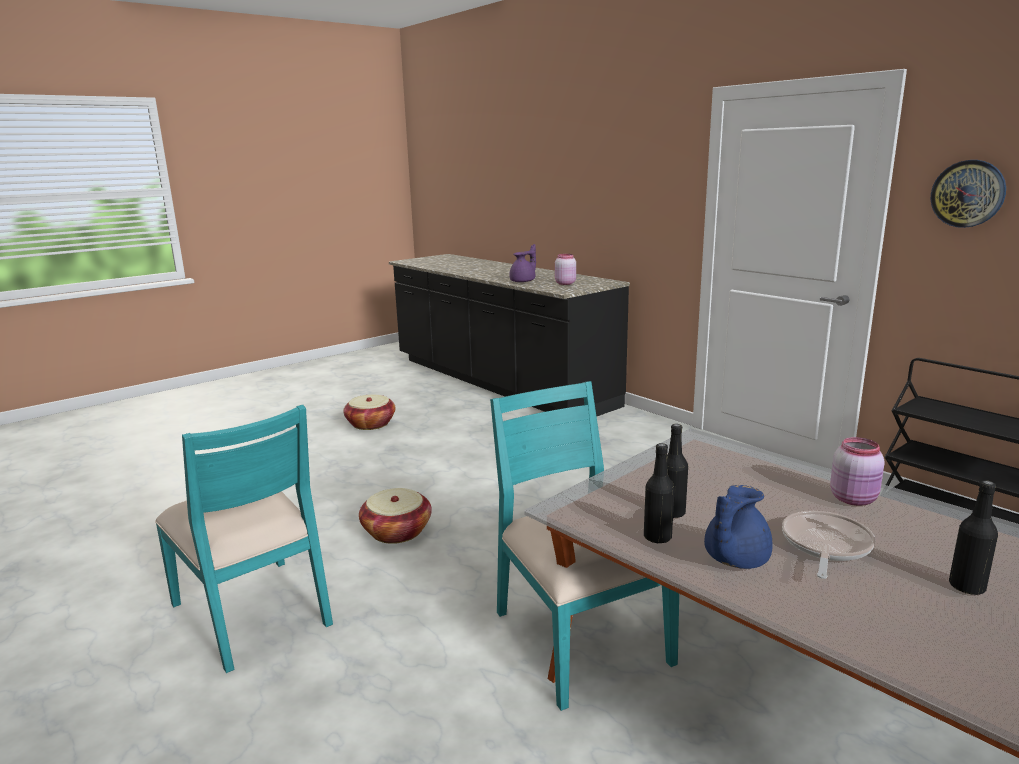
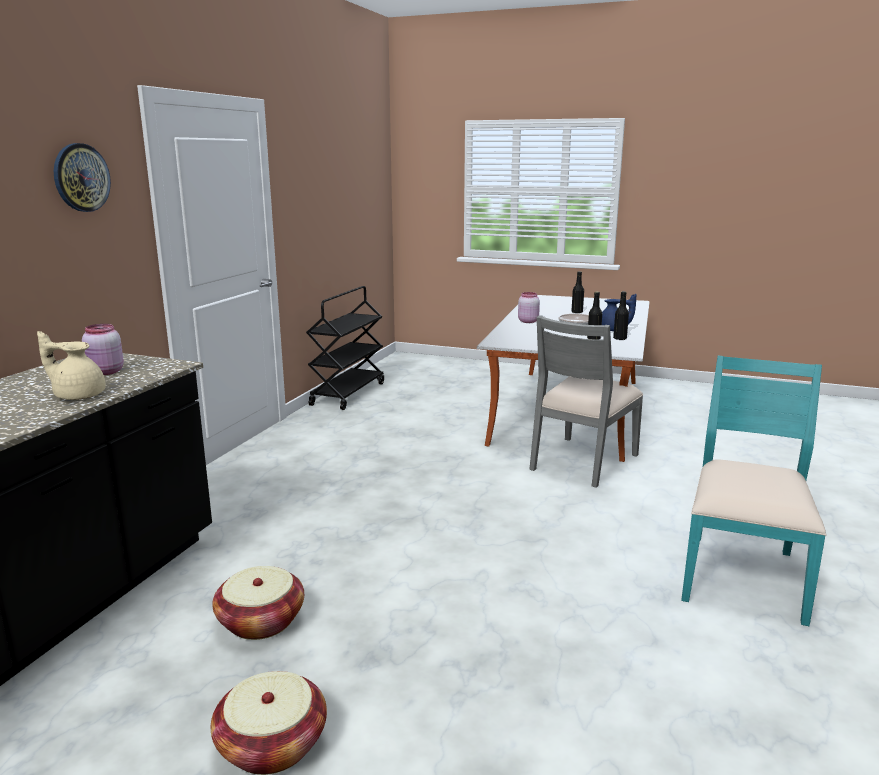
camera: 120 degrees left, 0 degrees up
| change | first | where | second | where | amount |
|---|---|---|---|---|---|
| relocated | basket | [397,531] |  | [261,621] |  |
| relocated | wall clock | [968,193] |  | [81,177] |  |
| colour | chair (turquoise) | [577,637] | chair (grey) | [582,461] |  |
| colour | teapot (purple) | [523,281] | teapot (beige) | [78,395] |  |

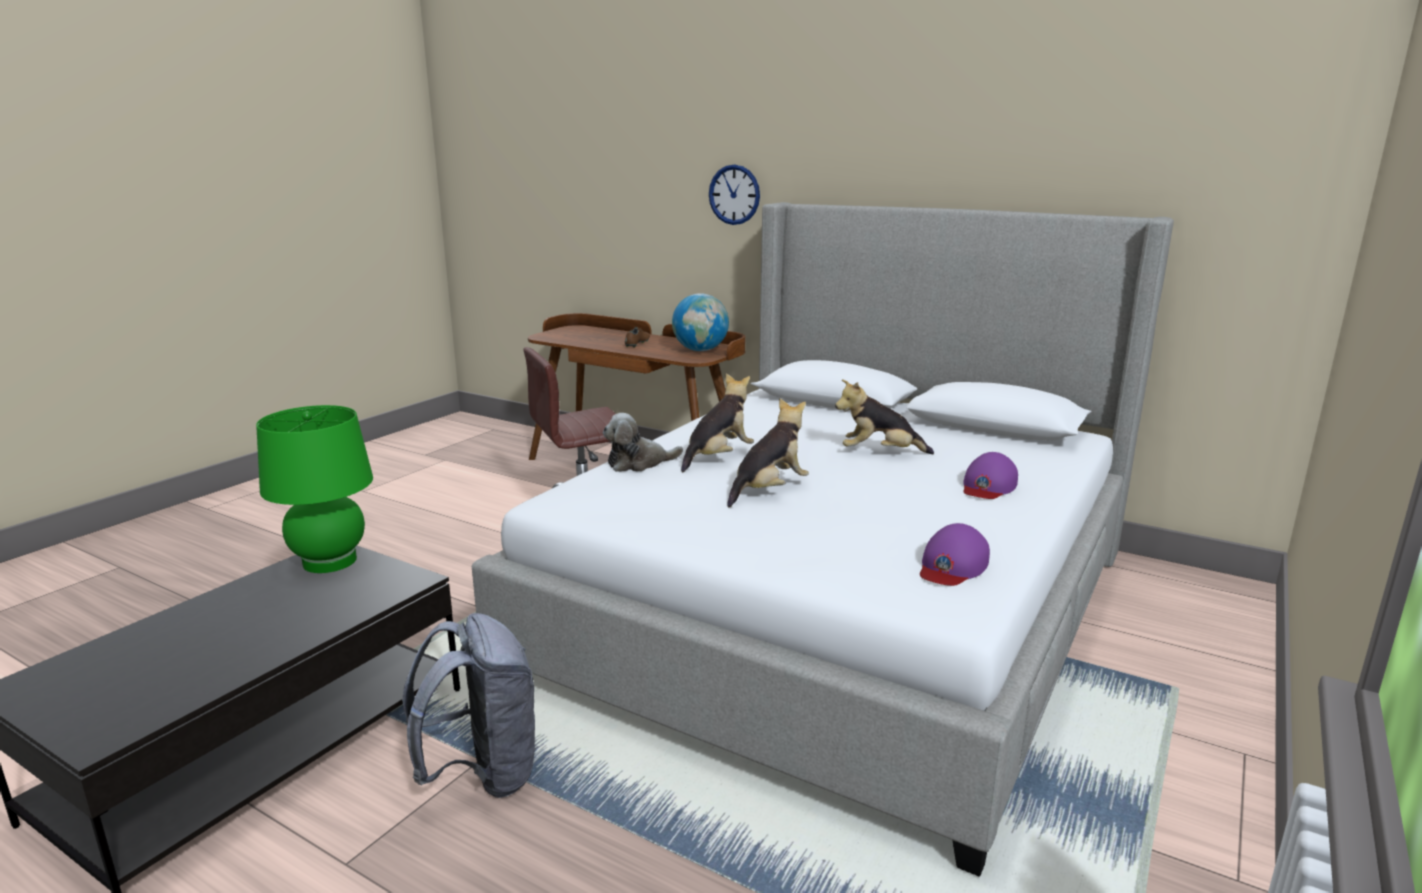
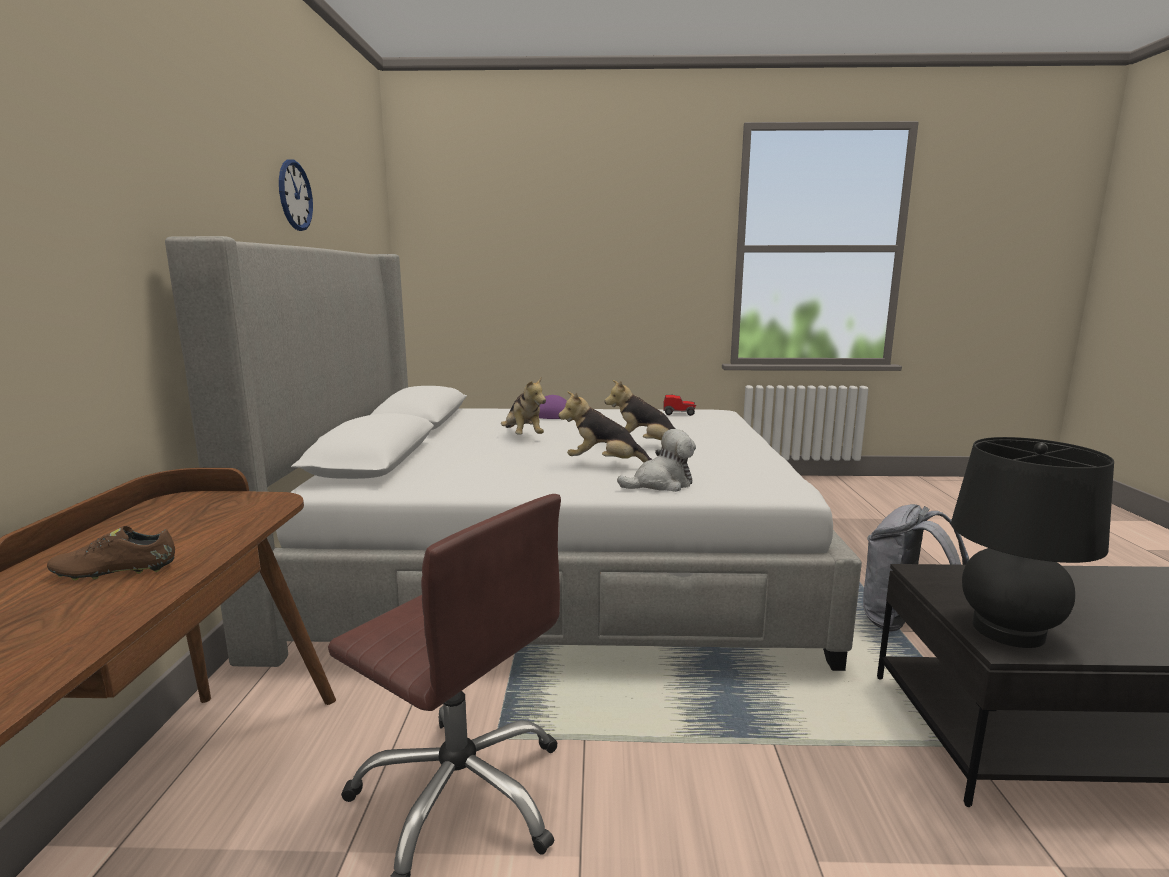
camera: 120 degrees left, 5 degrees down
| change | first | where | second | where | amount |
|---|---|---|---|---|---|
| missing | globe | [700,350] |  |  |  |
| relocated | wall clock | [734,195] |  | [295,195] |  |
| exchanged | cap (purple) | [952,565] | toy car | [679,413] |  |
| colour | table lamp (green) | [330,561] | table lamp (black) | [1008,630] |  |
| spun | plush toy | [638,463] |  | [661,484] | 60 degrees counterclockwise |

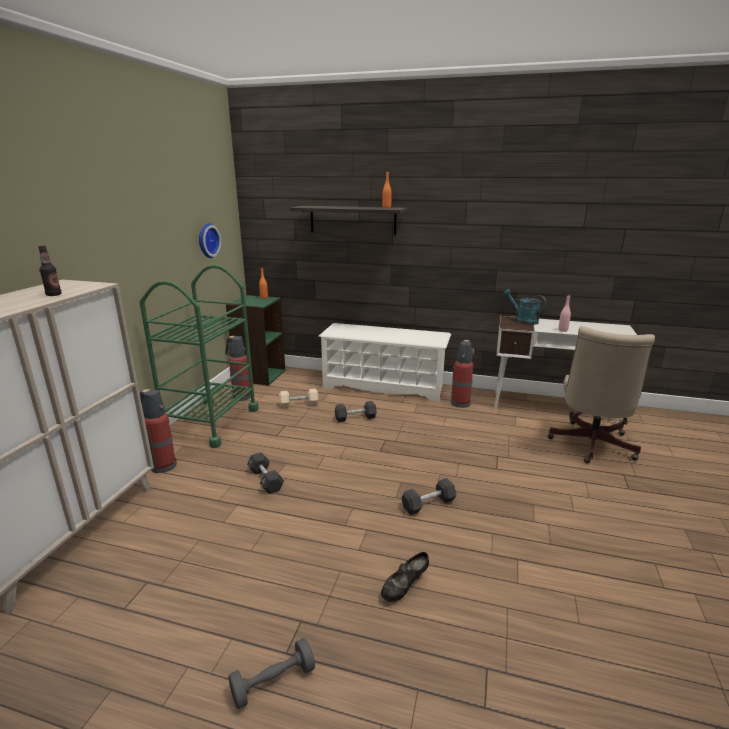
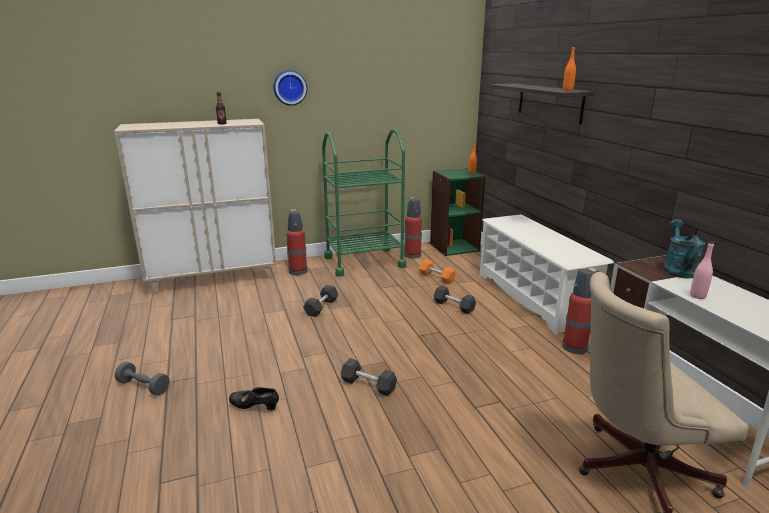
camera: 55 degrees right, 0 degrees up
| change | first | where | second | where | amount |
|---|---|---|---|---|---|
| relocated | wall clock | [207,240] |  | [290,87] |  |
| colour | dumbbell (beige) | [299,404] | dumbbell (orange) | [436,277] |  |

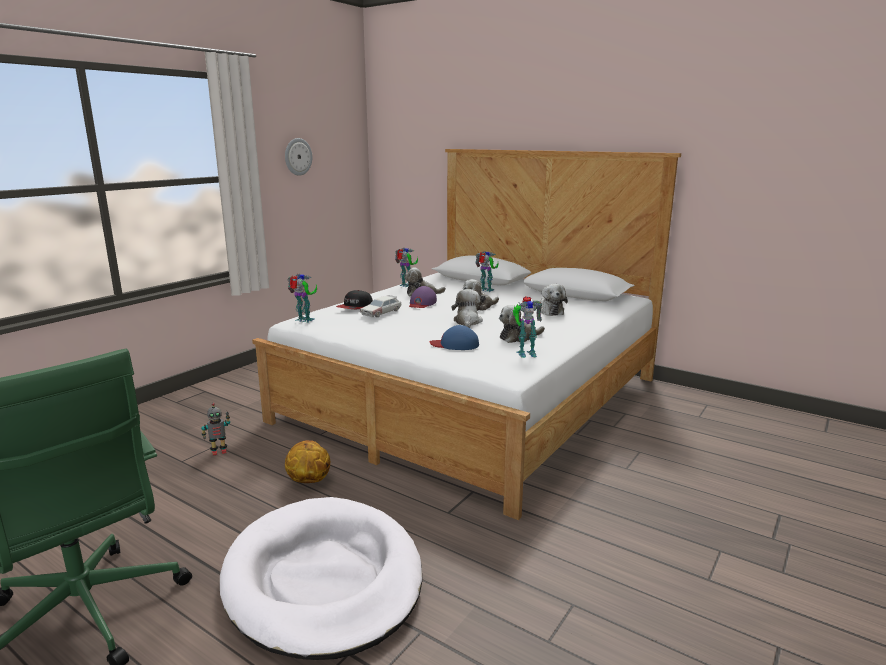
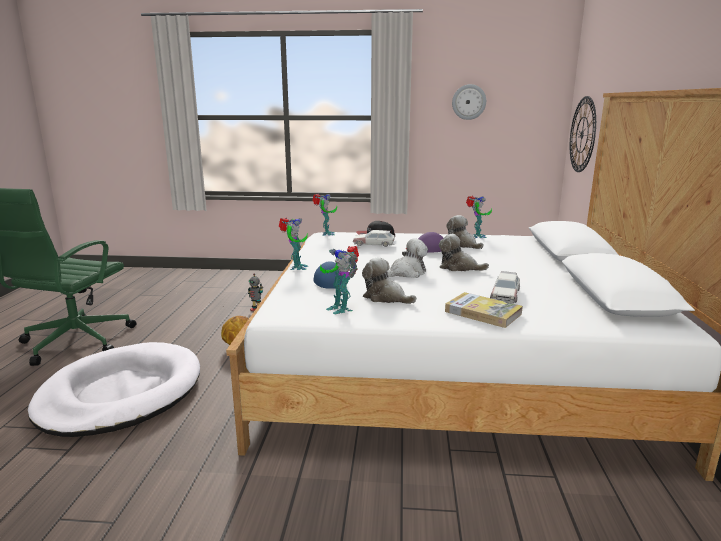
camera: 60 degrees right, 0 degrees up
| change | first | where | second | where | amount |
|---|---|---|---|---|---|
| appeared |  |  | book | [483,313] |  |
| appeared |  |  | wall clock | [582,134] |  |
| relocated | toy robot | [486,290] |  | [296,267] |  |
| exchanged | plush toy | [549,311] | toy car | [505,294] |  |

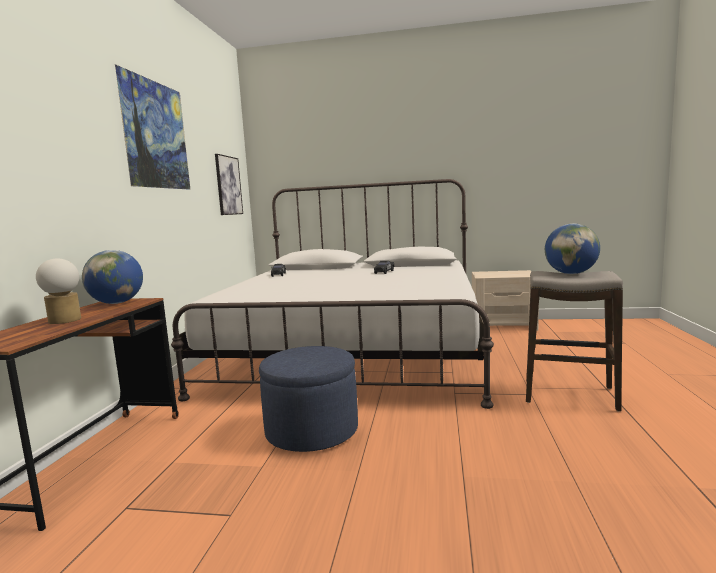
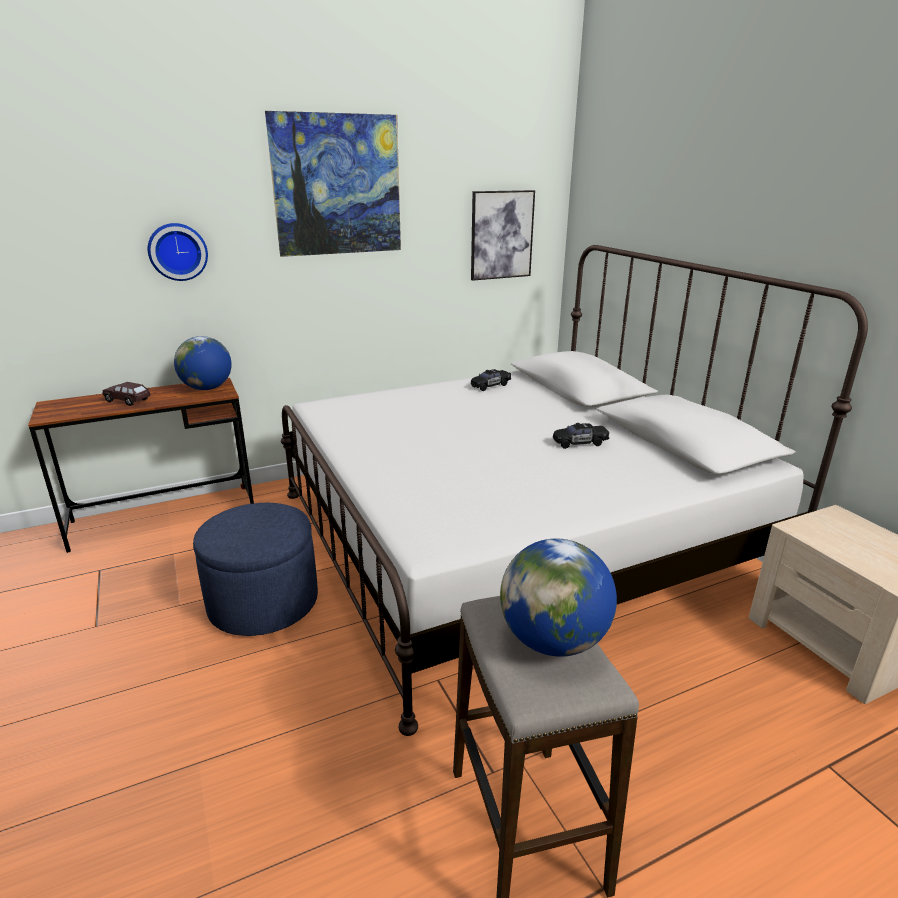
camera: 55 degrees right, 15 degrees up
| change | first | where | second | where | amount |
|---|---|---|---|---|---|
| appeared |  |  | wall clock | [177,251] |  |
| exchanged | table lamp | [64,321] | toy car (brown) | [128,401] |  |

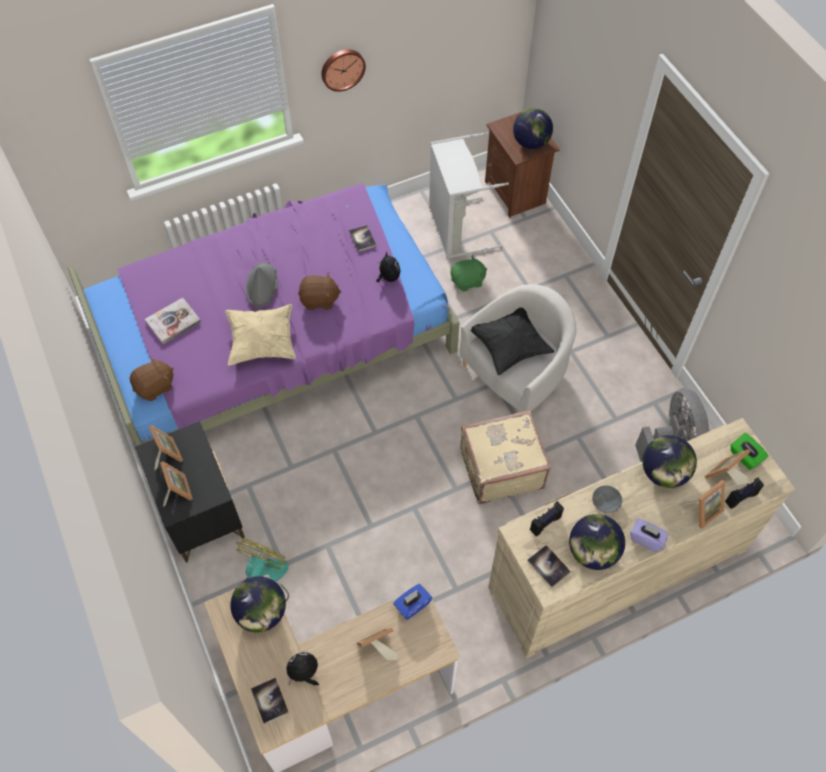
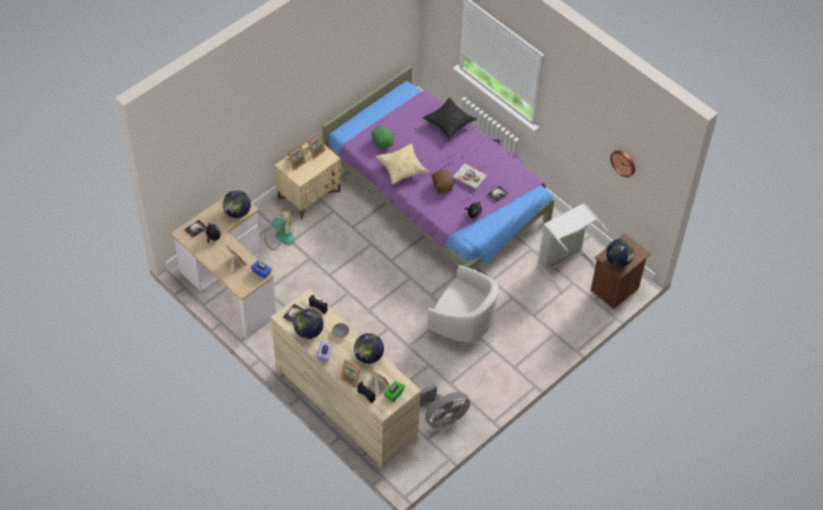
camera: 70 degrees right, 5 degrees down
| change | first | where | second | where | amount |
|---|---|---|---|---|---|
| missing | plush toy (brown) | [155,387] |  |  |  |
| missing | hat (grey) | [262,285] |  |  |  |
| missing | suitcase (beige) | [500,468] |  |  |  |
| relocated | book | [173,321] |  | [469,177] |  |
| relocated | wall clock | [342,69] |  | [623,162] |  |
| relocated | plush toy (green) | [467,281] |  | [382,142] |  |
| relocated | pillow (black) | [509,347] |  | [449,124] |  |
| colour | nightstand (black) | [200,512] | nightstand (beige) | [309,195] |  |

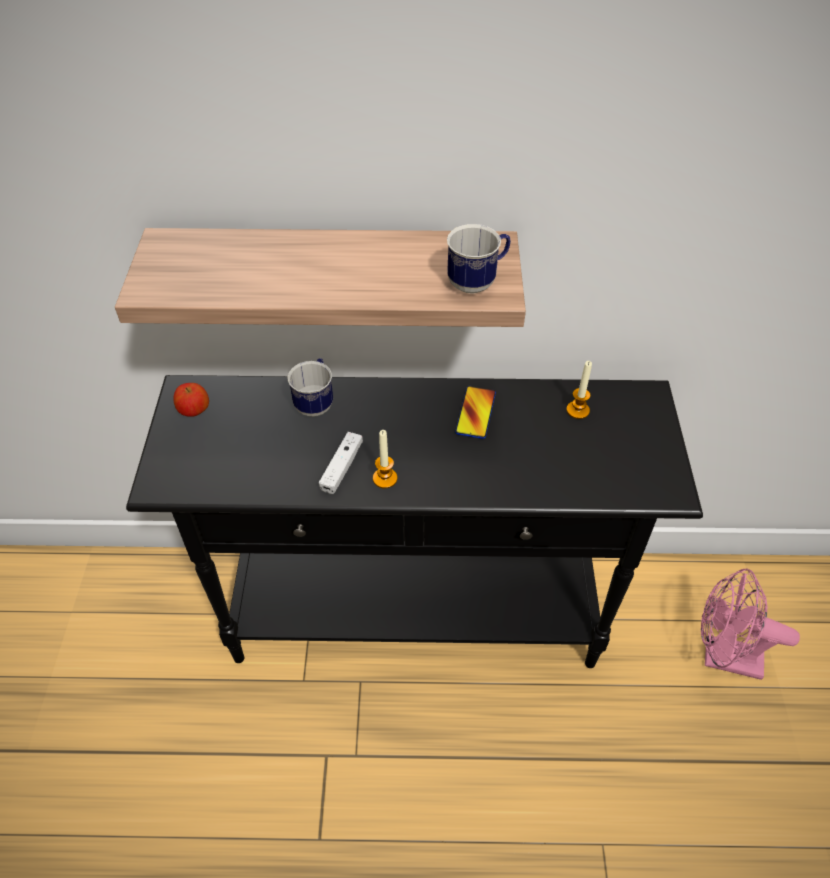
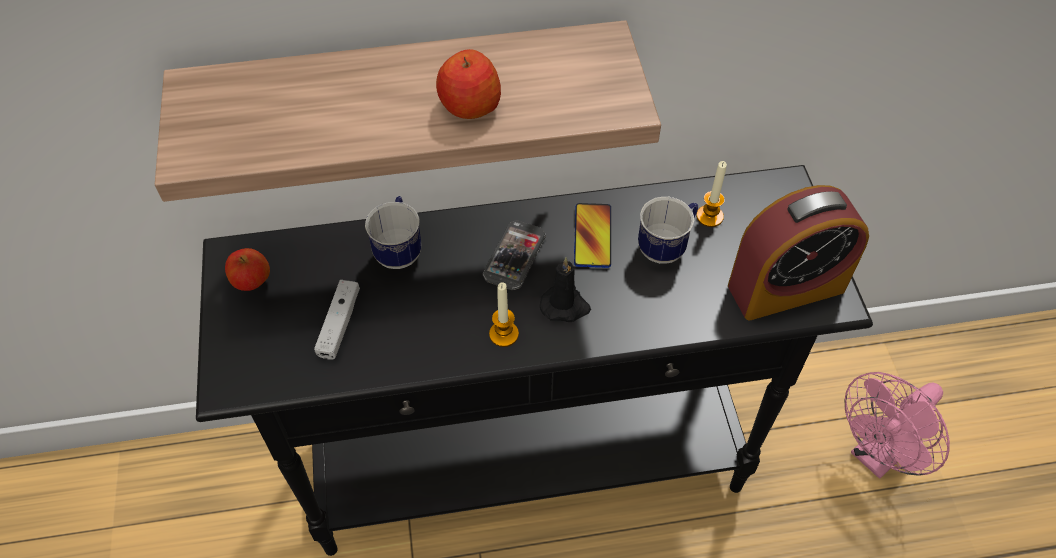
camera: 10 degrees left, 5 degrees up
| change | first | where | second | where | amount |
|---|---|---|---|---|---|
| appeared |  |  | apple | [469,105] |  |
| appeared |  |  | phone | [514,256] |  |
| appeared |  |  | candle (black) | [565,306] |  |
| appeared |  |  | alarm clock | [786,288] |  |
| relocated | game controller (white) | [341,467] |  | [339,324] |  |
| relocated | mug | [477,282] |  | [666,247] |  |
| spun | fan (pink) | [722,657] |  | [877,455] | 45 degrees counterclockwise |

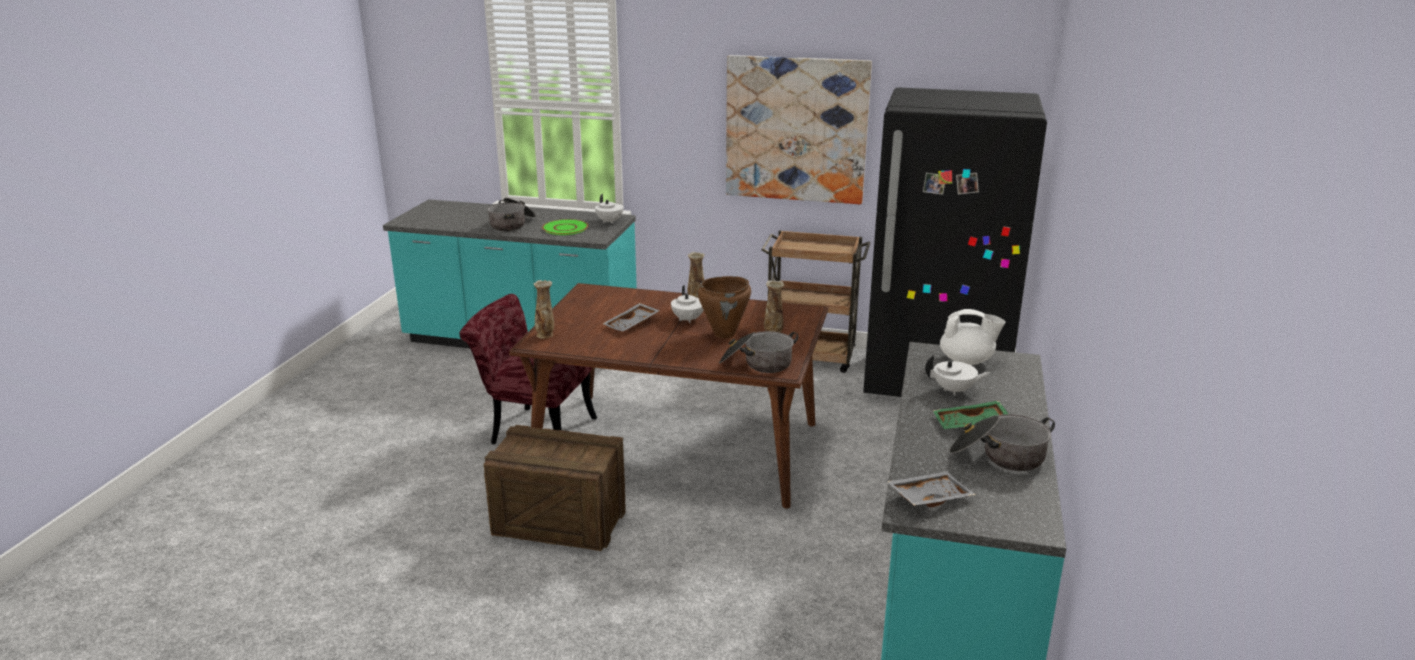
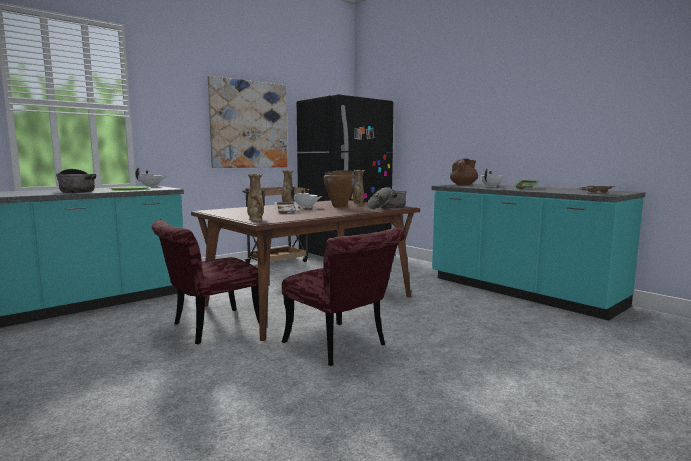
camera: 55 degrees left, 15 degrees down
| change | first | where | second | where | amount |
|---|---|---|---|---|---|
| missing | cooking pot | [998,456] |  |  |  |
| exchanged | crate | [559,521] | chair (red) | [342,346] |  |
| colour | teapot (white) | [967,361] | teapot (brown) | [463,185] |  |

